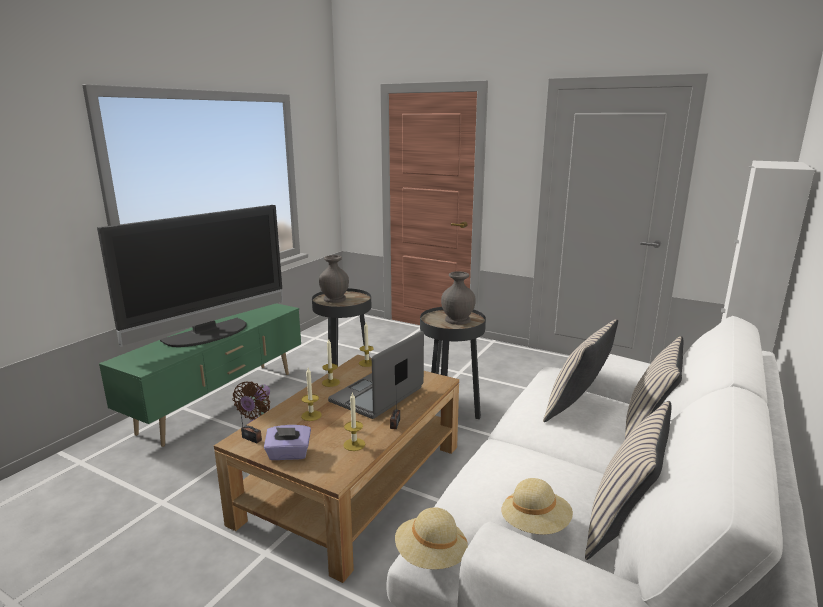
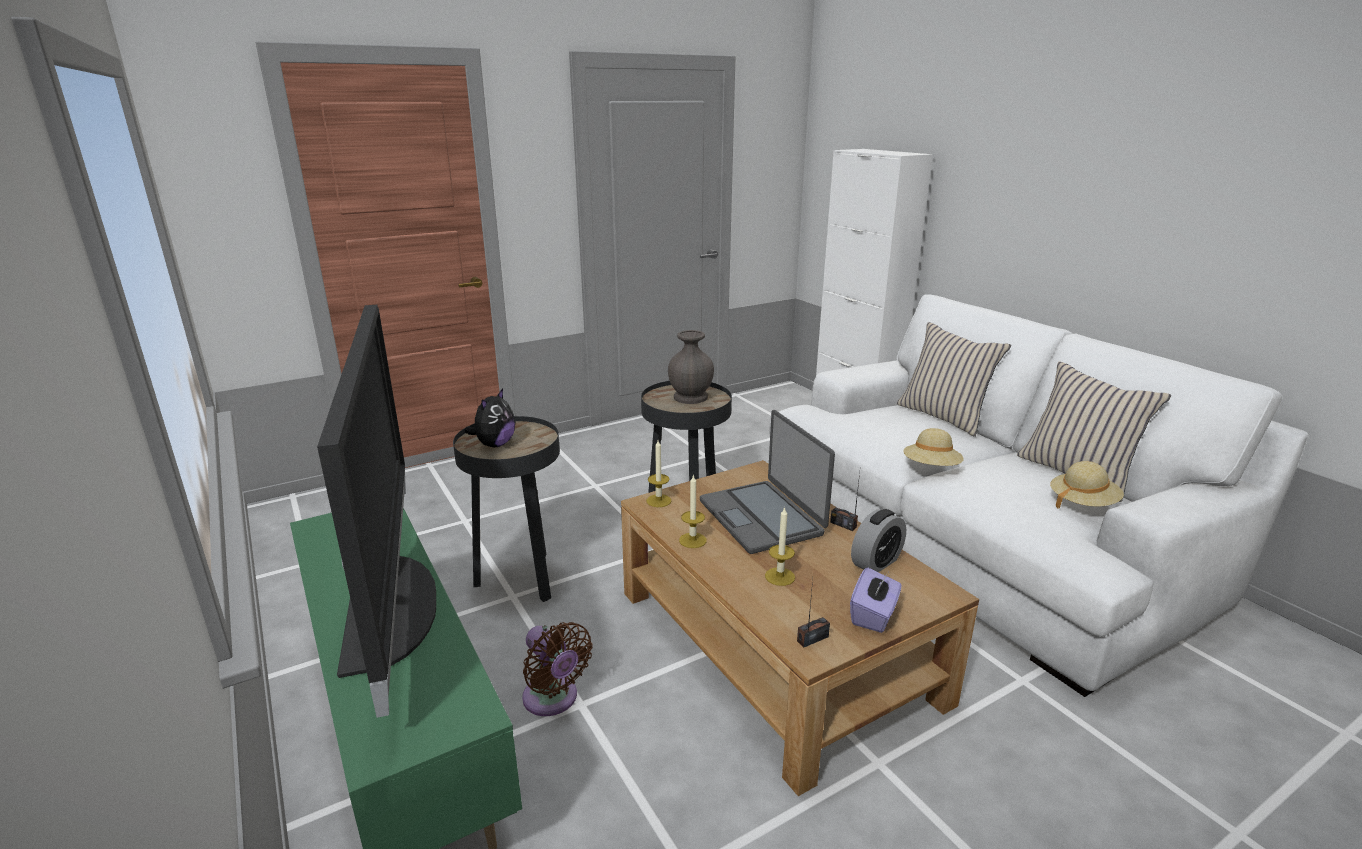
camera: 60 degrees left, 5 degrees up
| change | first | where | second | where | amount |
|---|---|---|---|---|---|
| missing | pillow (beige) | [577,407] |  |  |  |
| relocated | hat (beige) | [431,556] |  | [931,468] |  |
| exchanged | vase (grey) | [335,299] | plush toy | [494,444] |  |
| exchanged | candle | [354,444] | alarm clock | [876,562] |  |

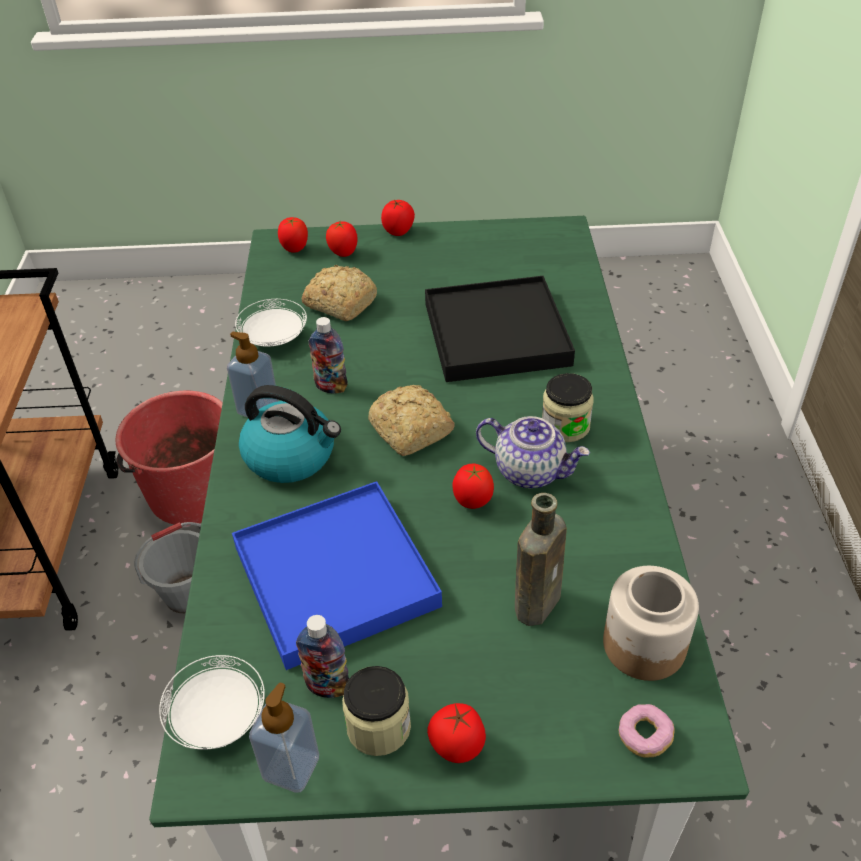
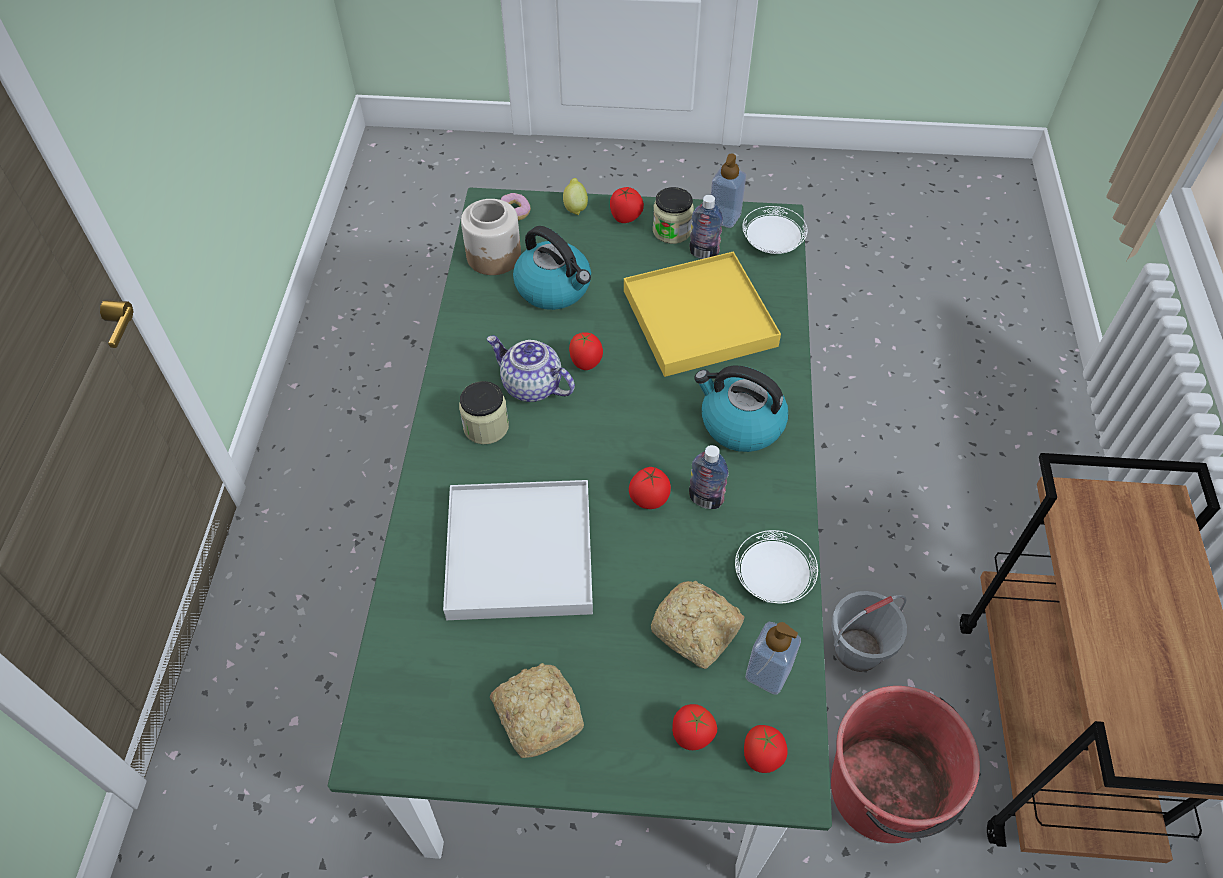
camera: 175 degrees left, 10 degrees up
| change | first | where | second | where | amount |
|---|---|---|---|---|---|
| appeared |  |  | lemon | [575,207] |  |
| relocated | soap dispenser | [258,408] |  | [768,673] |  |
| relocated | bread | [410,432] |  | [538,713] |  |
| relocated | tomato | [399,231] |  | [648,499] |  |
| exchanged | bottle (brown) | [539,601] | kettle | [554,288] |  |
| colour | tray (blue) | [335,576] | tray (yellow) | [699,318] |  |
| colour | tray (black) | [496,334] | tray (white) | [519,553] |  |

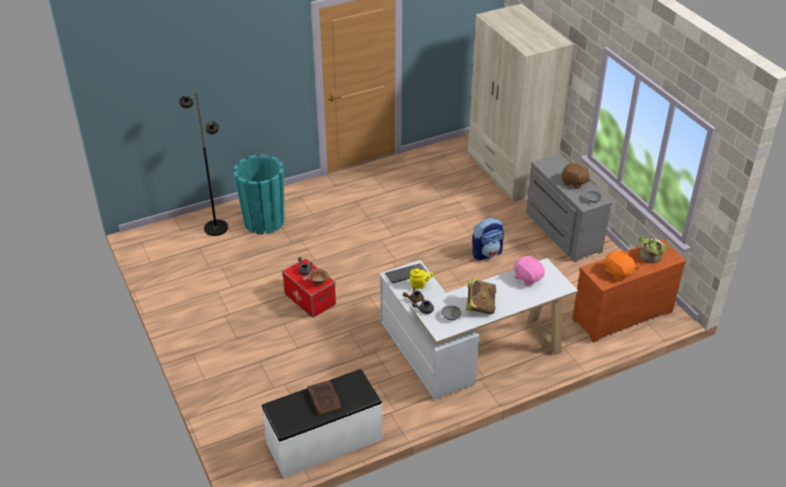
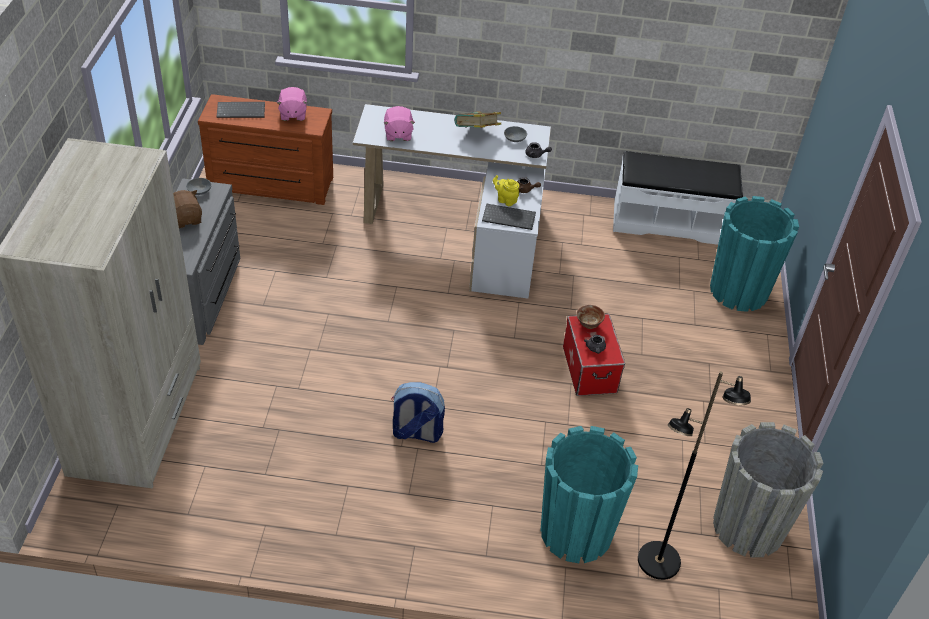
camera: 150 degrees left, 5 degrees up
| change | first | where | second | where | amount |
|---|---|---|---|---|---|
| missing | book (brown) | [323,398] |  |  |  |
| appeared |  |  | planter (turquoise) | [738,291] |  |
| appeared |  |  | planter (grey) | [748,527] |  |
| relocated | backpack | [487,253] |  | [416,433] |  |
| exchanged | potted plant | [650,258] | keyboard | [241,110] |  |
| colour | plush toy (orange) | [618,272] | plush toy (pink) | [292,114] |  |

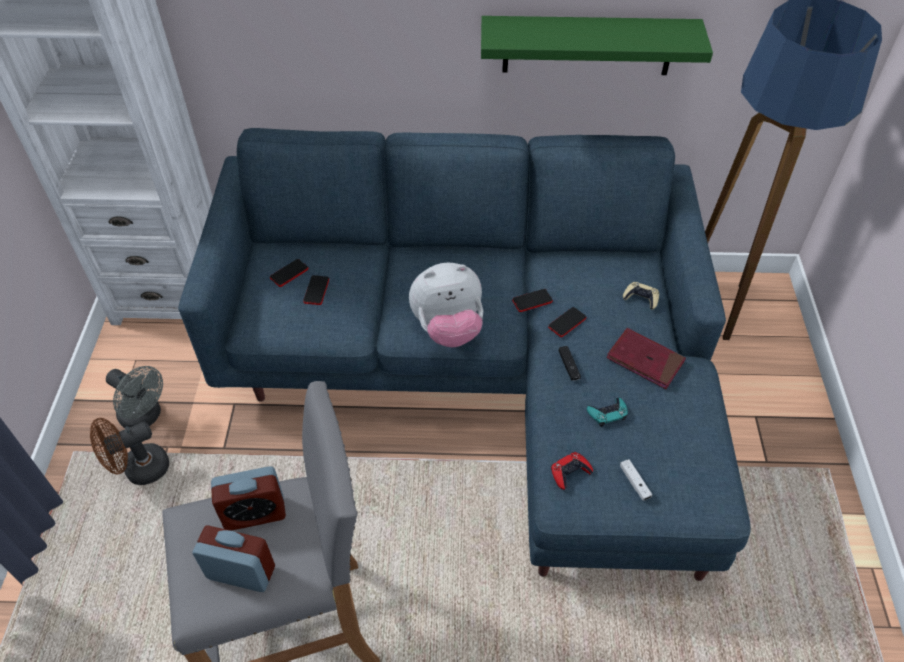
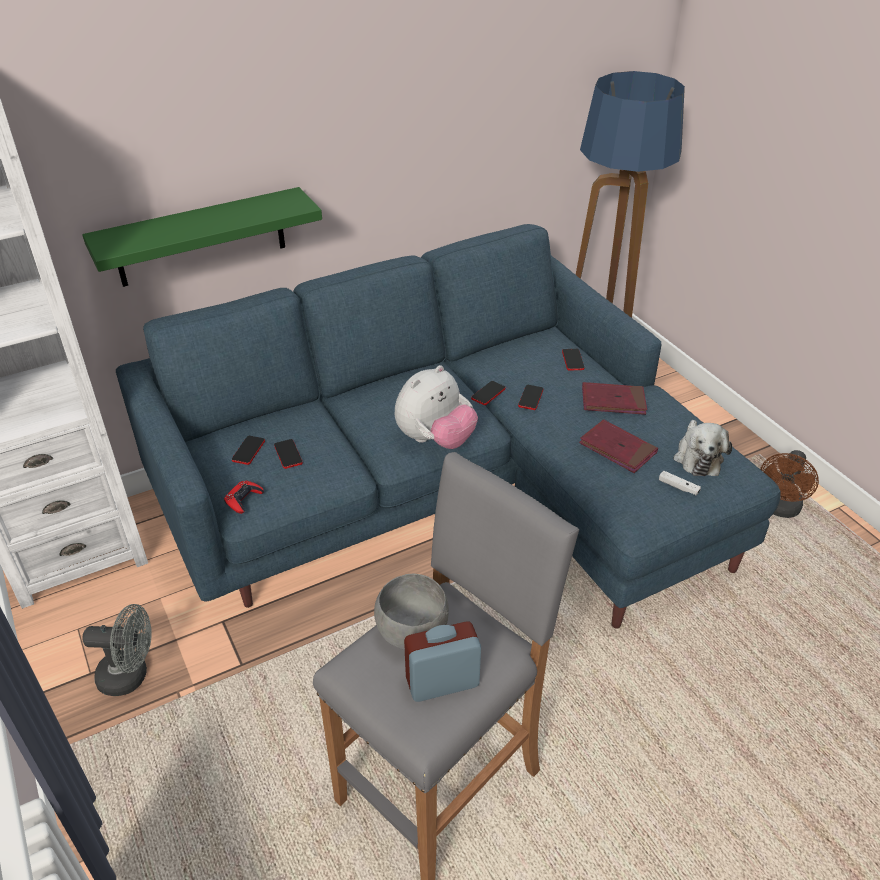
camera: 30 degrees left, 10 degrees down
| change | first | where | second | where | amount |
|---|---|---|---|---|---|
| missing | game controller (black) | [568,366] |  |  |  |
| appeared |  |  | plush toy | [697,457] |  |
| relocated | fan (brown) | [139,470] |  | [778,509] |  |
| relocated | shelf (green) | [588,45] |  | [201,238] |  |
| relocated | game controller (red) | [570,472] |  | [243,499] |  |
| exchanged | alarm clock | [254,513] | bowl (grey) | [412,631] |  |
| exchanged | game controller (turquoise) | [607,414] | book (red) | [617,449] |  |
| exchanged | game controller (beige) | [641,298] | phone | [573,360] |  |

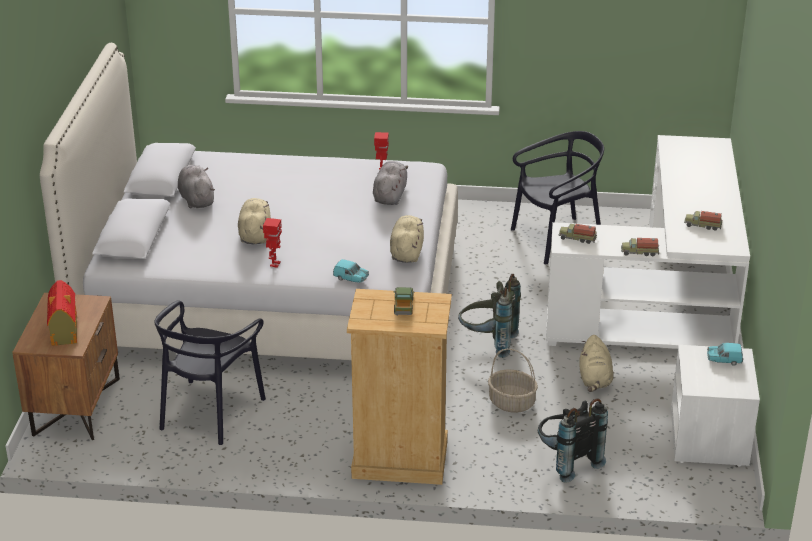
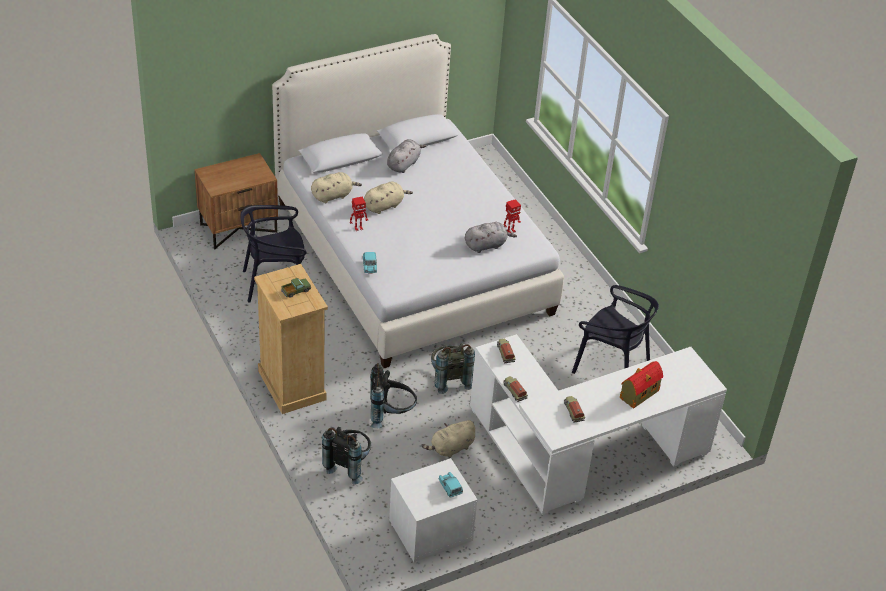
camera: 55 degrees right, 10 degrees up
| change | first | where | second | where | amount |
|---|---|---|---|---|---|
| relocated | toy house | [64,331] |  | [638,394] |  |
| relocated | plush toy (beige) | [407,252] |  | [333,195] |  |
| exchanged | basket | [511,403] | backpack (black) | [391,415] |  |

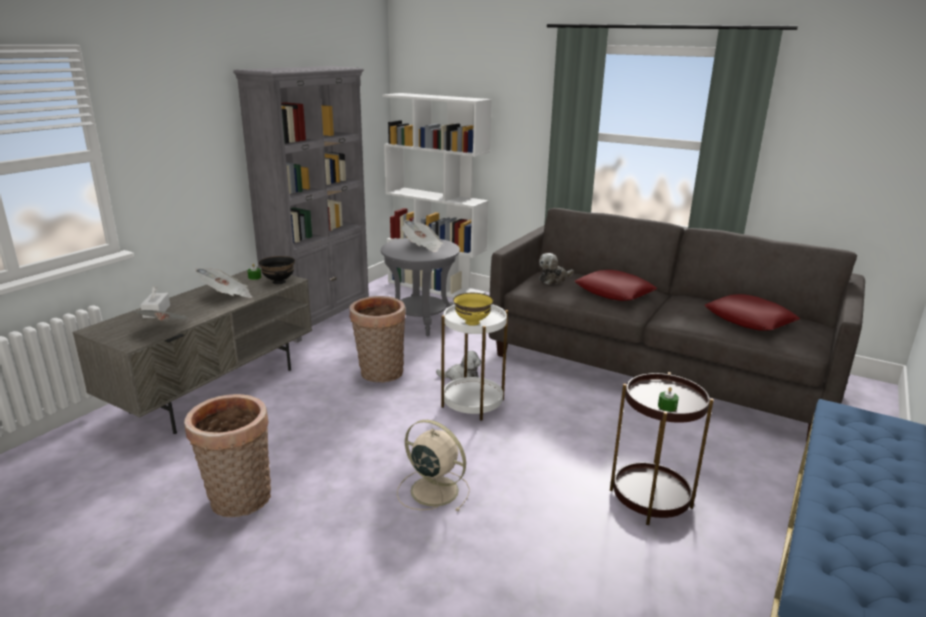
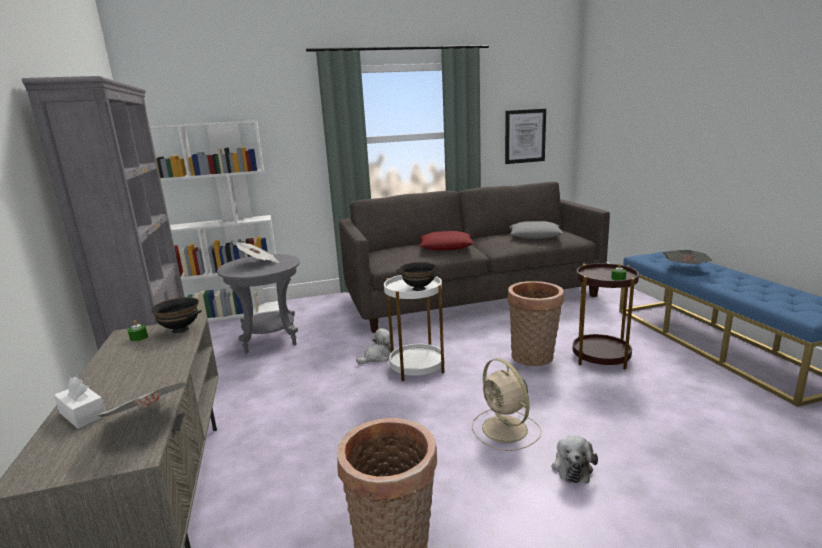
camera: 45 degrees left, 5 degrees down
| change | first | where | second | where | amount |
|---|---|---|---|---|---|
| appeared |  |  | picture | [525,136] |  |
| relocated | newspaper | [227,296] |  | [685,269] |  |
| relocated | basket | [380,374] |  | [533,358] |  |
| relocated | plush toy | [554,279] |  | [572,466] |  |
| colour | bowl (yellow) | [472,322] | bowl (black) | [418,289] |  |
| colour | pillow (red) | [749,320] | pillow (grey) | [535,235] |  |
| spun | fan (beige) | [432,490] |  | [506,430] | 105 degrees counterclockwise |

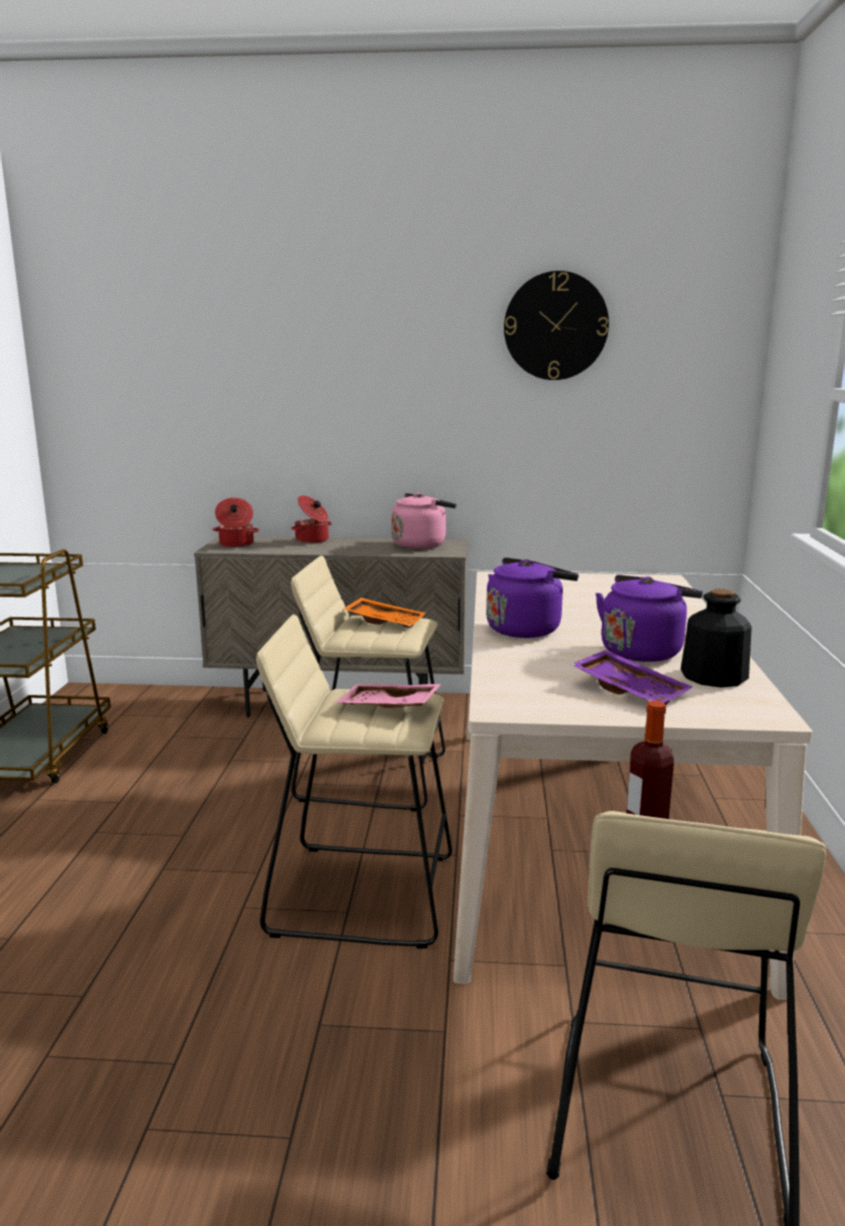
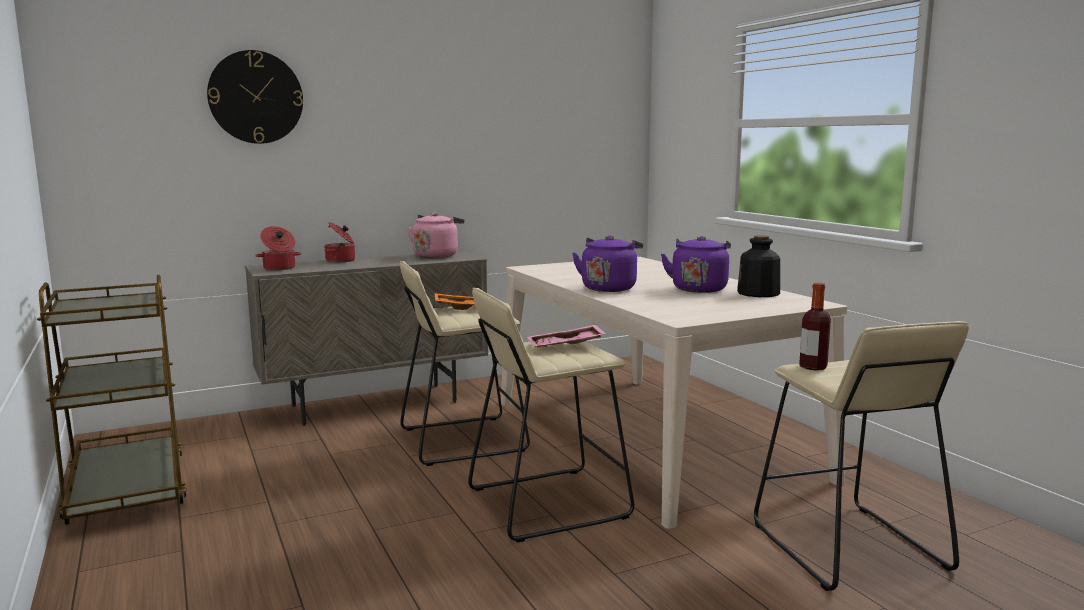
camera: 30 degrees left, 5 degrees down
| change | first | where | second | where | amount |
|---|---|---|---|---|---|
| missing | tray (purple) | [631,690] |  |  |  |
| relocated | wall clock | [555,326] |  | [255,97] |  |

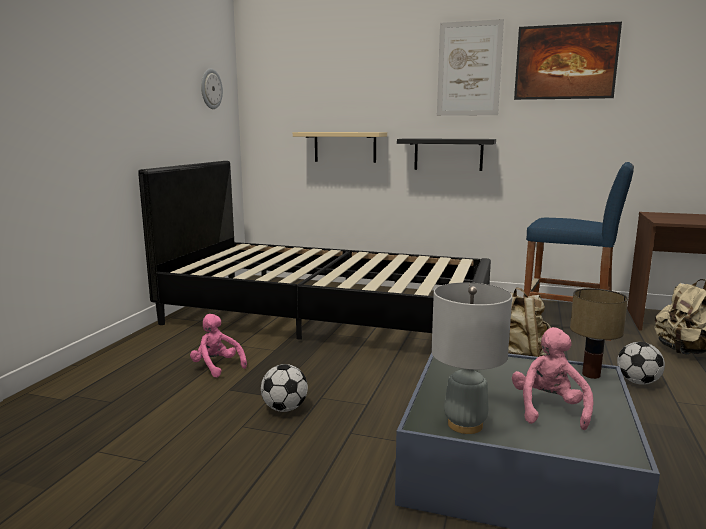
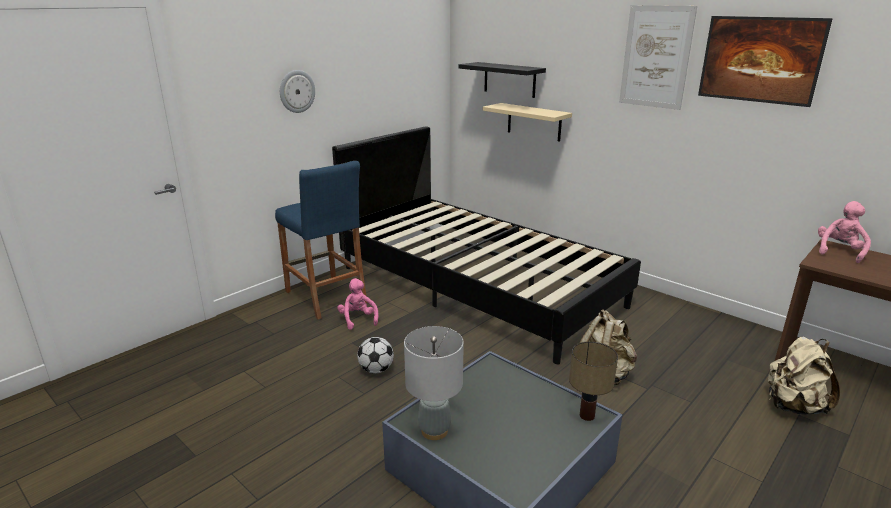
camera: 25 degrees right, 10 degrees up
| change | first | where | second | where | amount |
|---|---|---|---|---|---|
| missing | football | [638,382] |  |  |  |
| relocated | wall clock | [210,89] |  | [296,91] |  |
| relocated | shelf (black) | [448,154] |  | [509,79] |  |
| relocated | plush toy (pink) | [548,409] |  | [839,251] |  |
| relocated | stool (blue) | [567,324] |  | [325,297] |  |

